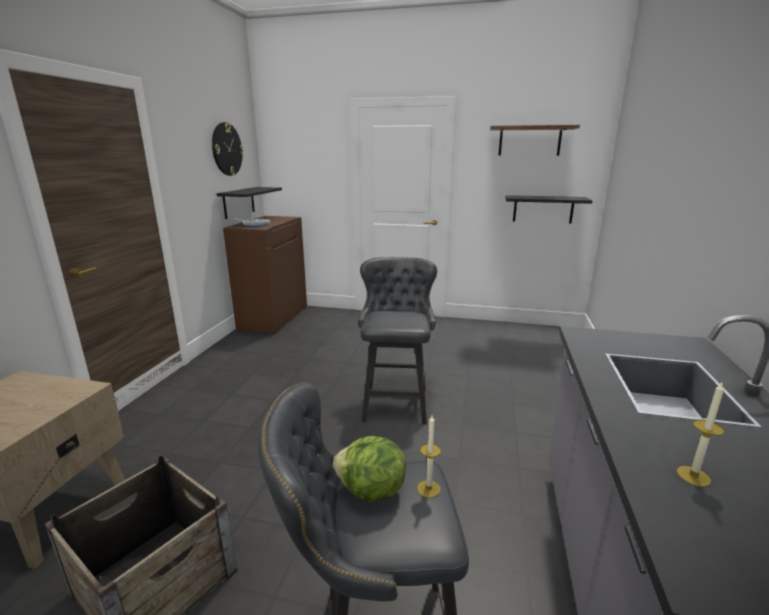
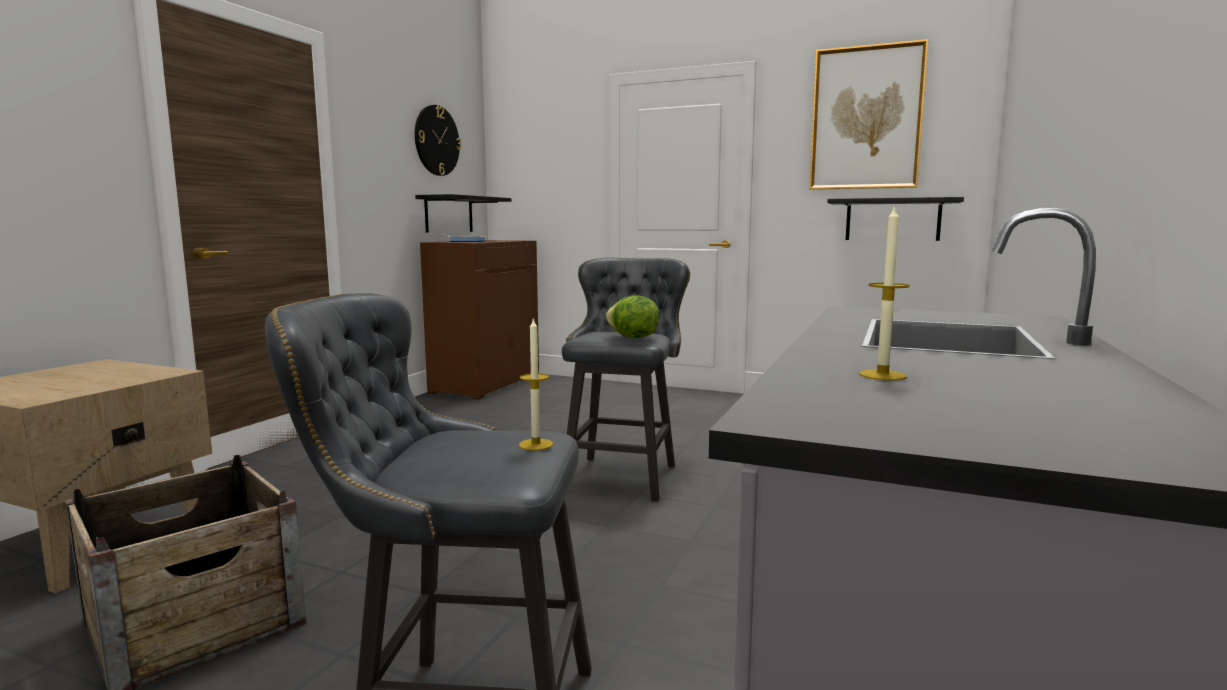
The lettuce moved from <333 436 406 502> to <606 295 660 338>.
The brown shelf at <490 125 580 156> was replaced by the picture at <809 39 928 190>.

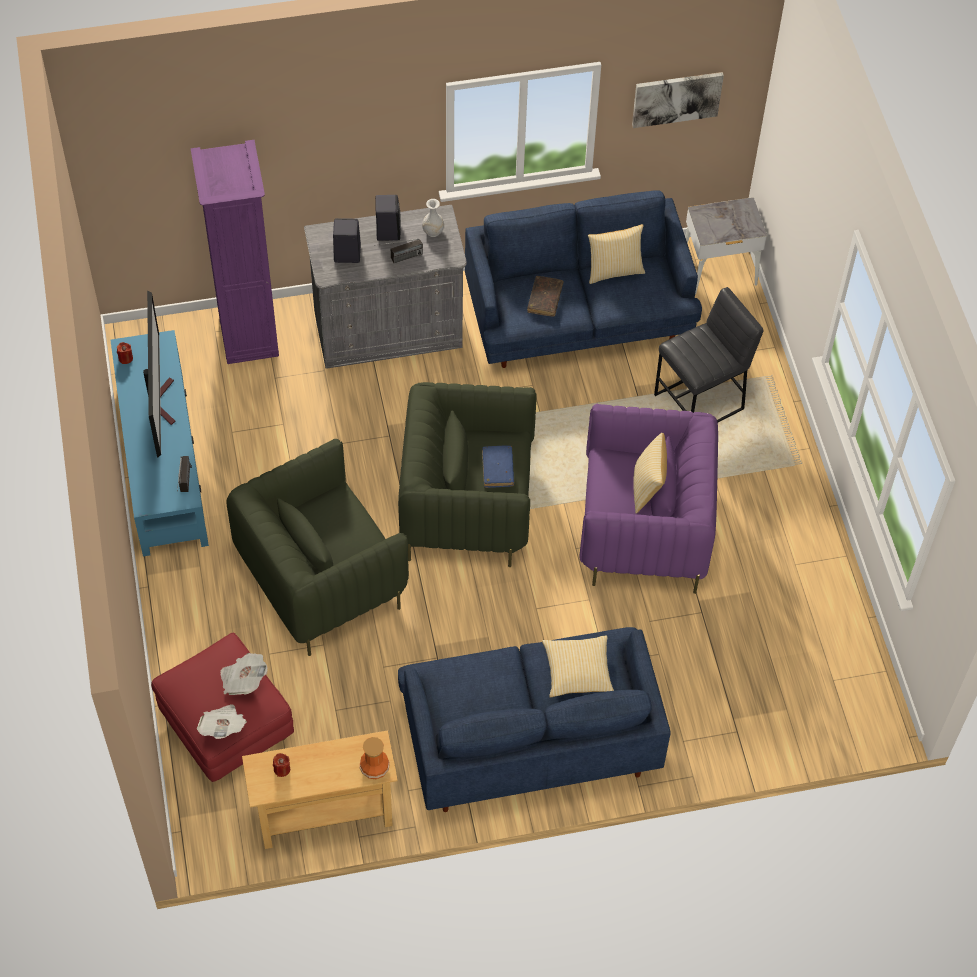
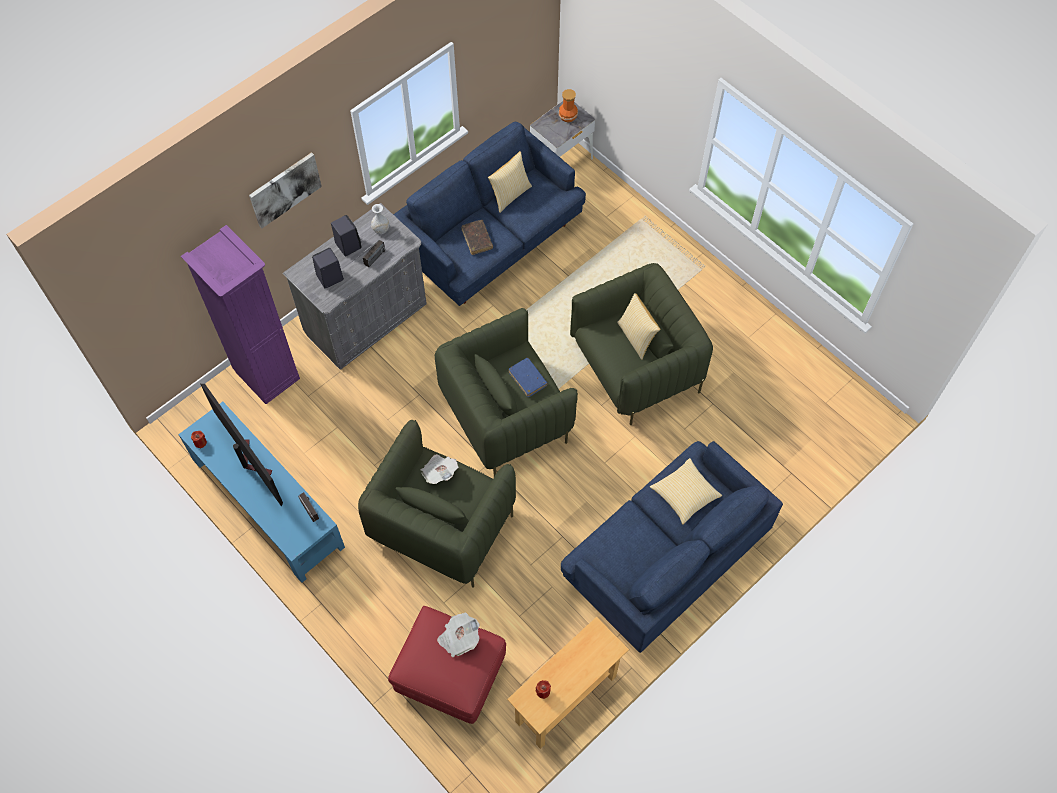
The grey stool at <654 287 764 422> disappeared.
The newspaper moved from <197 704 247 739> to <421 454 459 484>.
The vase moved from <359 737 390 779> to <559 89 578 122>.
The picture moved from <632 72 724 128> to <249 152 322 228>.
The purple armchair at <580 404 718 594> became the green armchair at <570 263 713 425>.

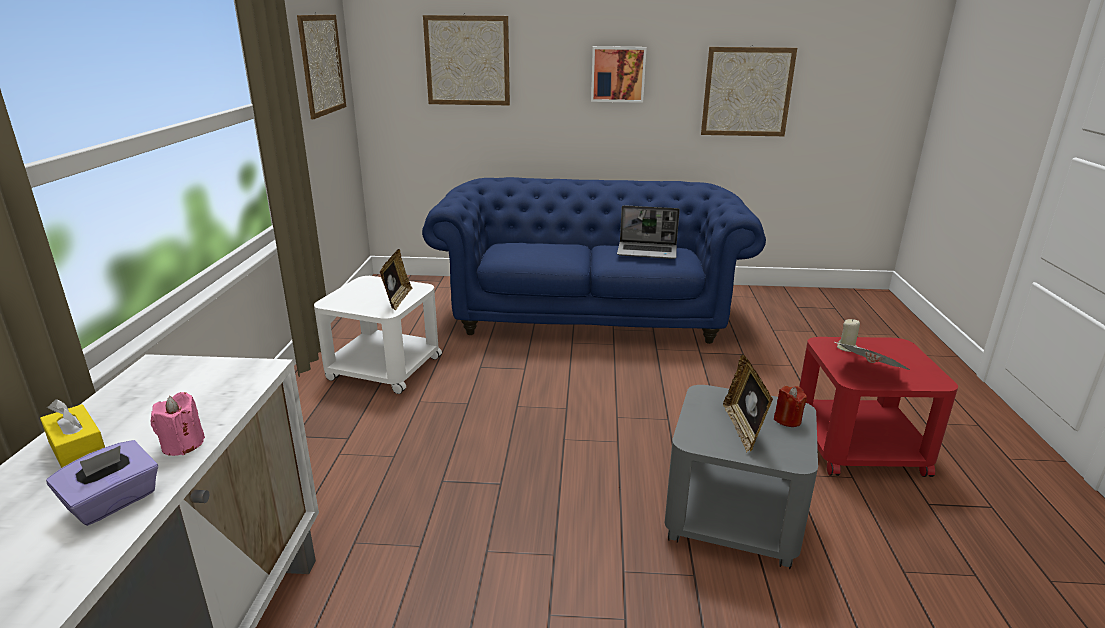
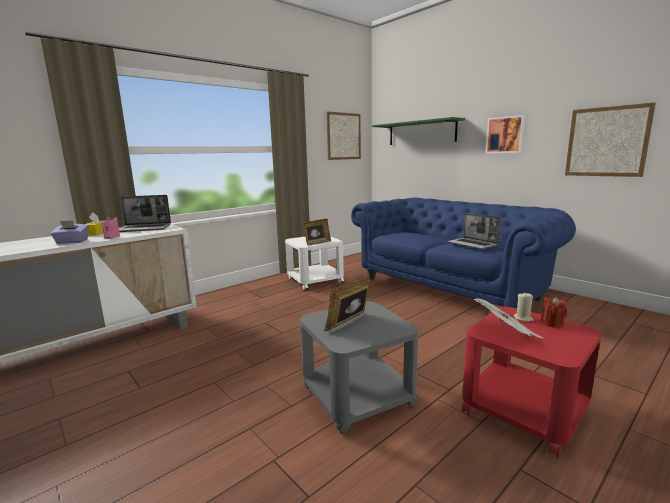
The laptop at <119 195 171 232> appeared.
The red candle moved from <774 386 807 427> to <541 297 567 328>.
The picture at <423 14 510 105> was replaced by the green shelf at <372 117 465 145>.

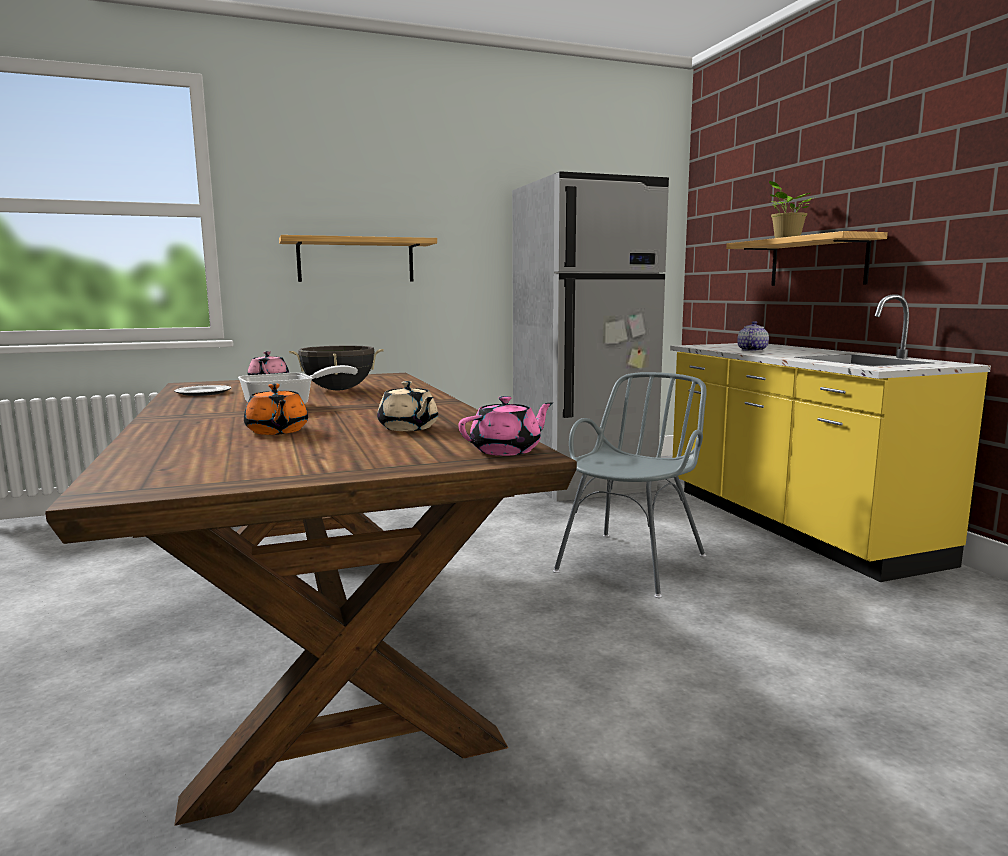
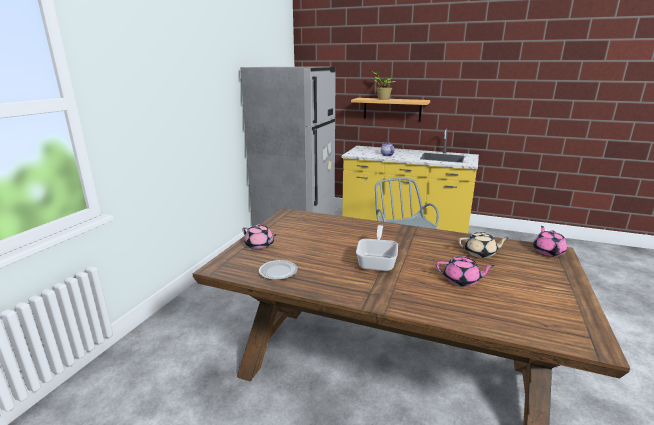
The shelf at <279 235 437 282> disappeared.
The black cooking pot at <289 346 384 390> disappeared.
The orange teapot at <244 383 308 435> became the pink teapot at <436 256 495 287>.

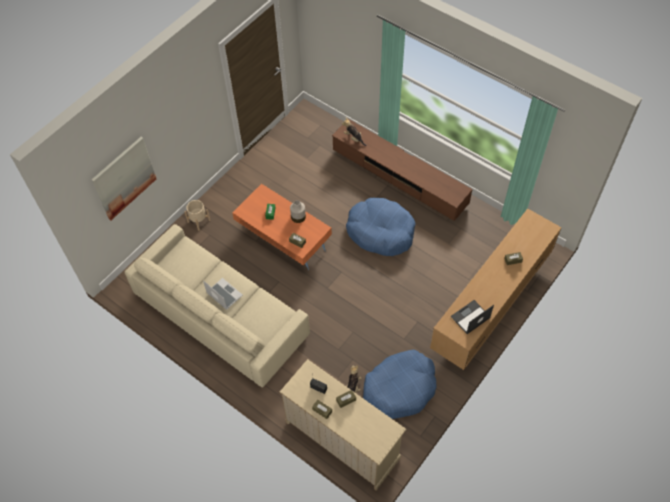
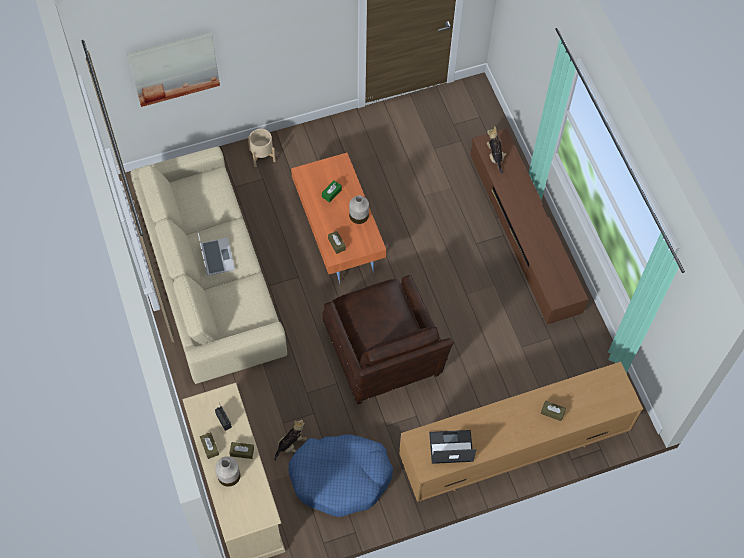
The blue dog bed at <346 198 416 256> disappeared.
The beige vase at <215 456 240 487> appeared.
The brown armchair at <322 275 454 404> appeared.

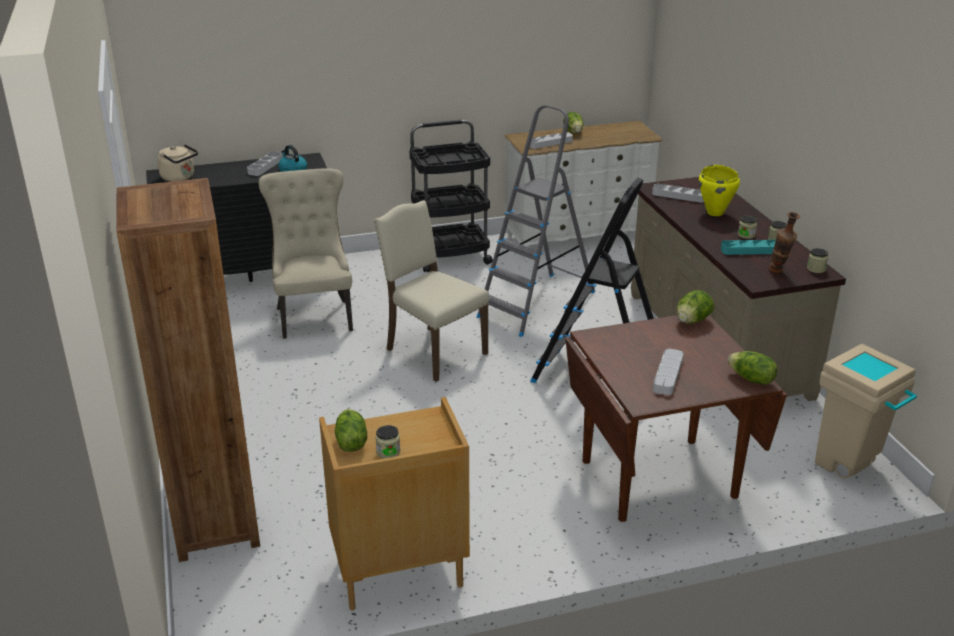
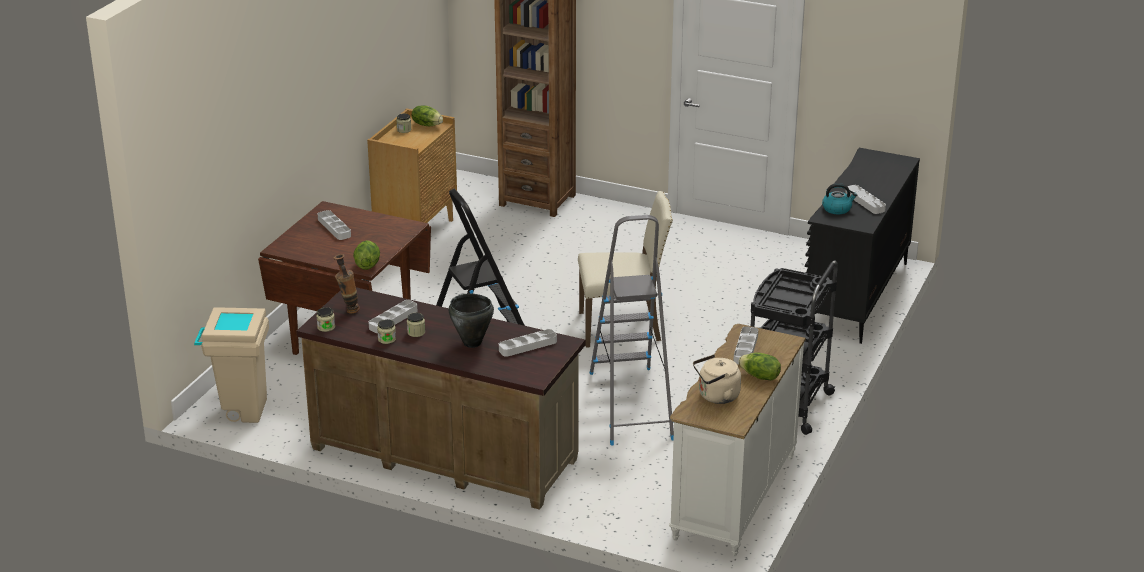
The beige chair at <259 169 353 339> disappeared.
The lettuce at <728 351 777 385> disappeared.
The beige kettle moved from <157 144 198 182> to <693 354 741 404>.
The yellow cooking pot at <699 165 740 216> became the black cooking pot at <449 294 494 348>.
The turquoise tray at <721 240 776 255> became the grey tray at <369 300 417 333>.

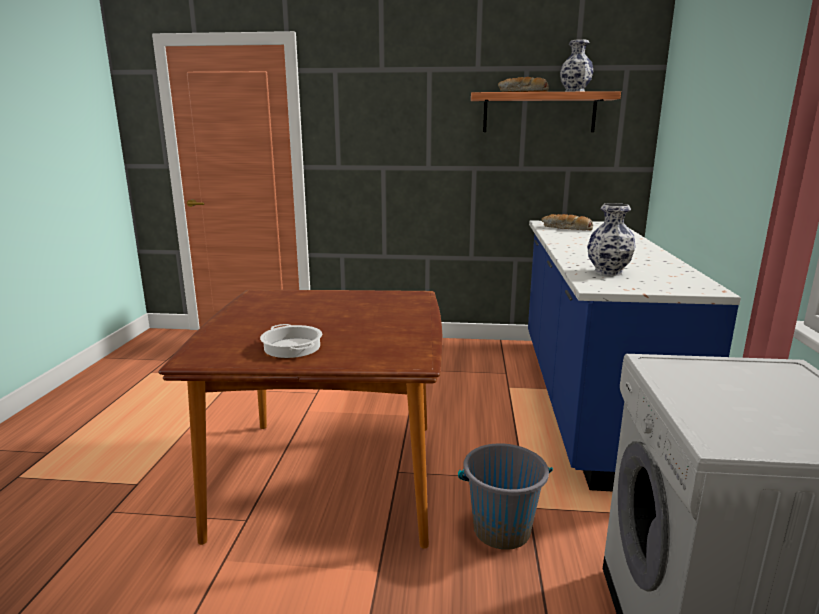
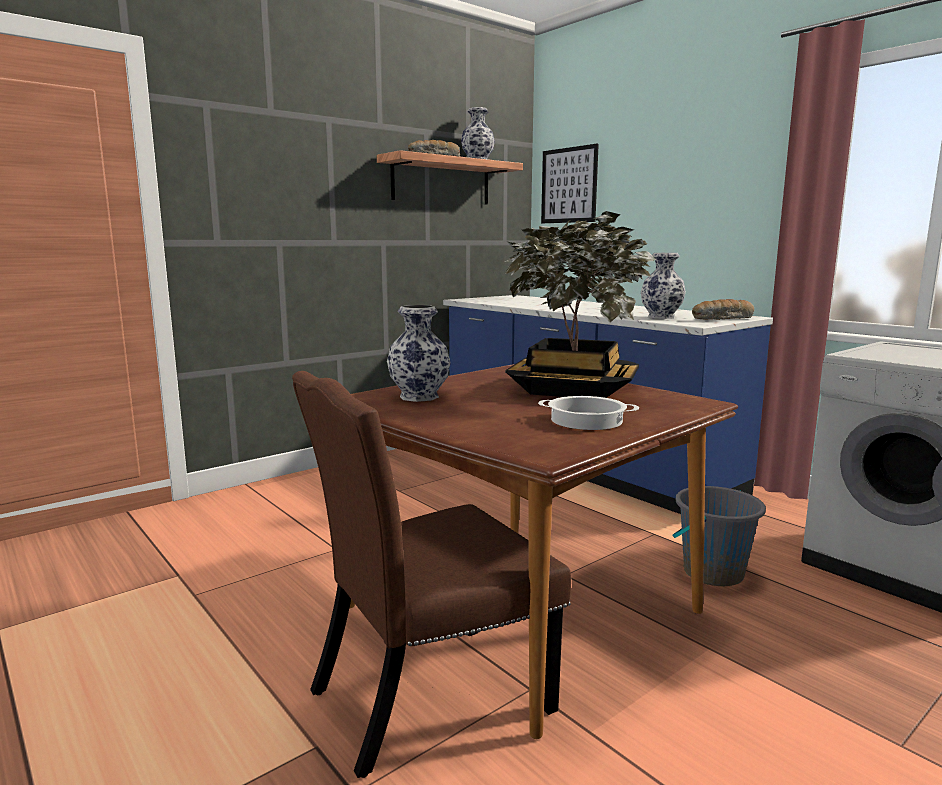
The brown chair at <292 371 571 778> appeared.
The vase at <387 305 451 402> appeared.
The potted plant at <505 211 656 398> appeared.
The picture at <541 144 599 223> appeared.
The bread moved from <542 214 593 230> to <692 299 754 320>.

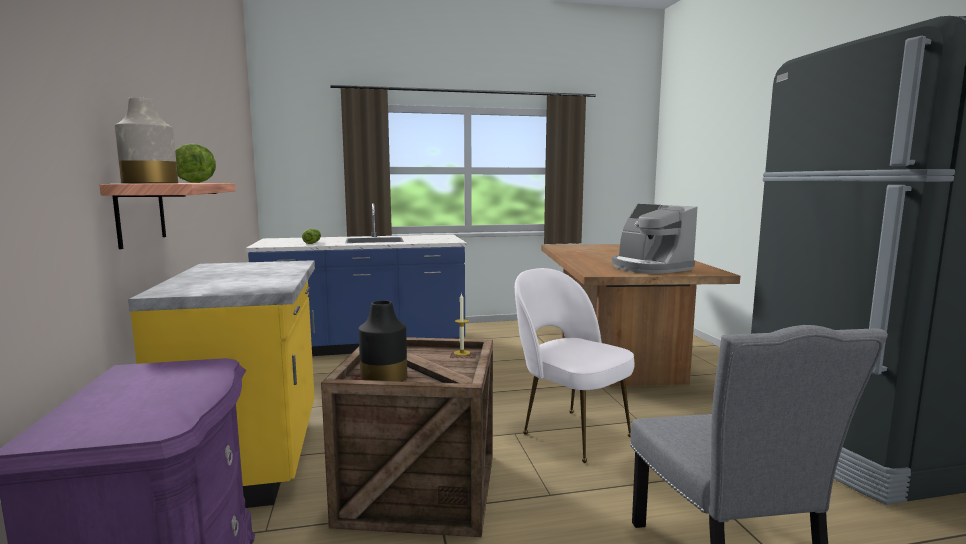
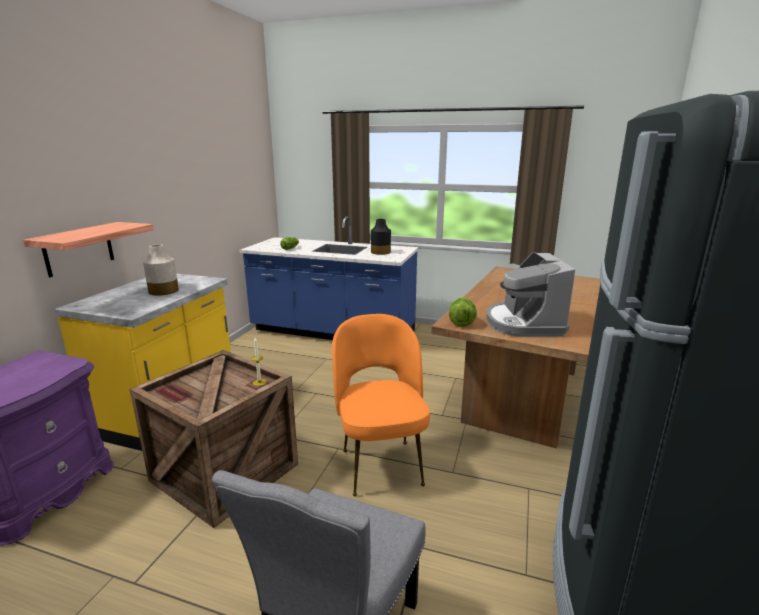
The beige vase moved from <115 97 178 183> to <143 244 179 296>.
The lettuce moved from <175 143 216 183> to <449 298 477 327>.
The black vase moved from <359 300 407 381> to <371 219 391 255>.
The white chair at <515 268 635 463> became the orange chair at <332 314 430 497>.

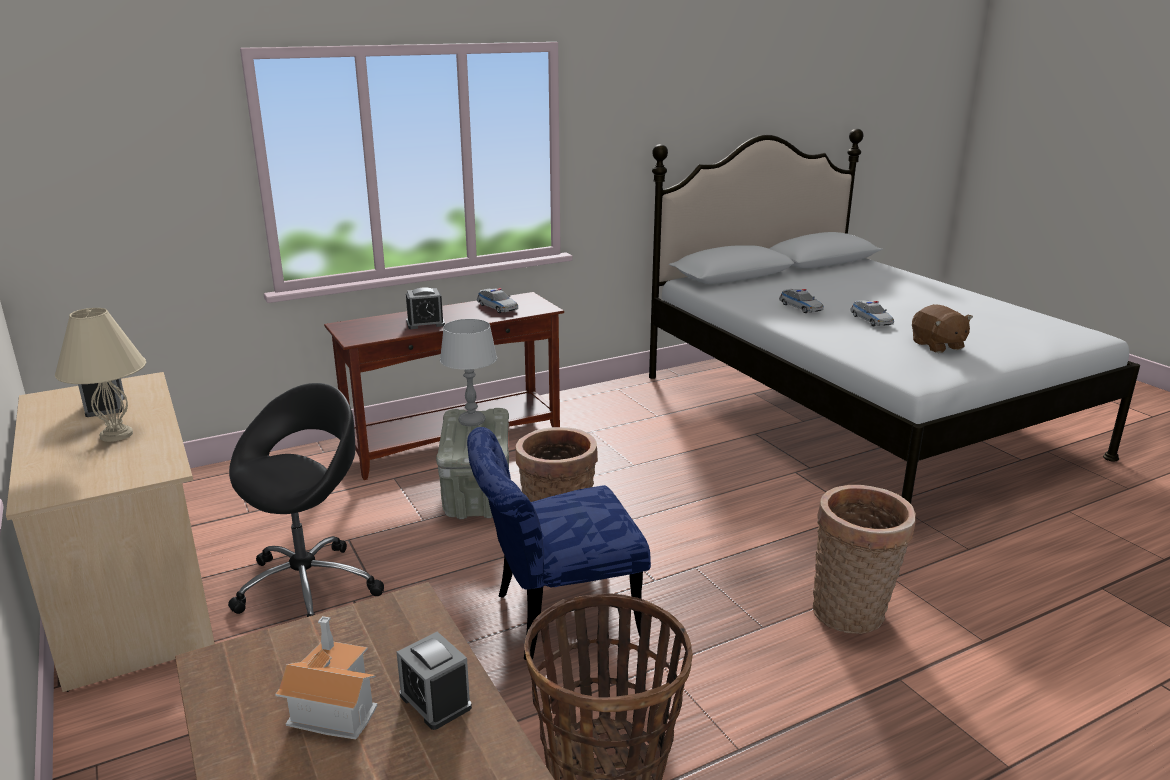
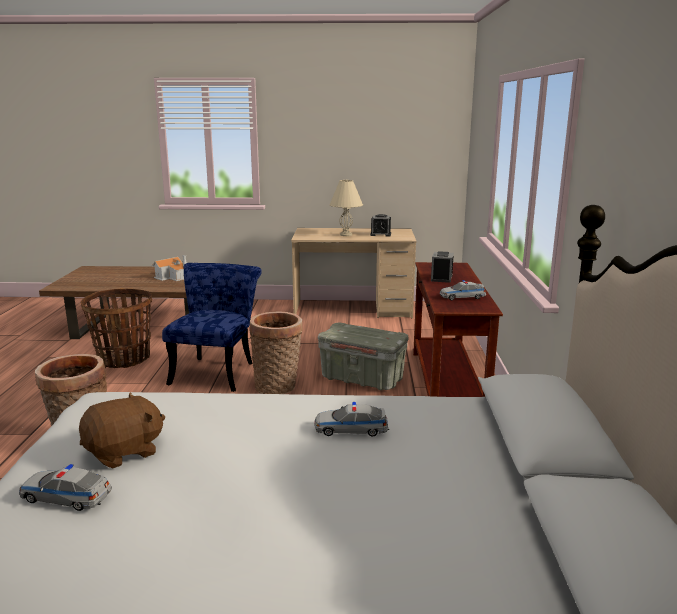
The black office chair at <228 383 384 617> disappeared.
The alarm clock at <397 632 472 730> disappeared.
The grey table lamp at <440 319 497 427> disappeared.
The toy car moved from <850 300 894 326> to <19 464 112 511>.
The brown plush toy at <912 304 973 353> turned 135 degrees clockwise.

